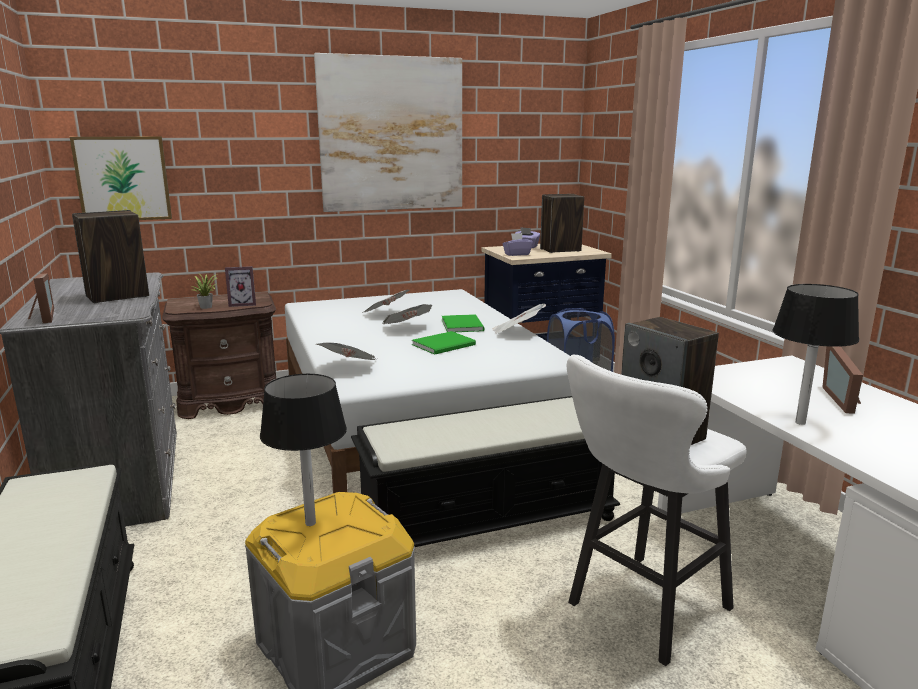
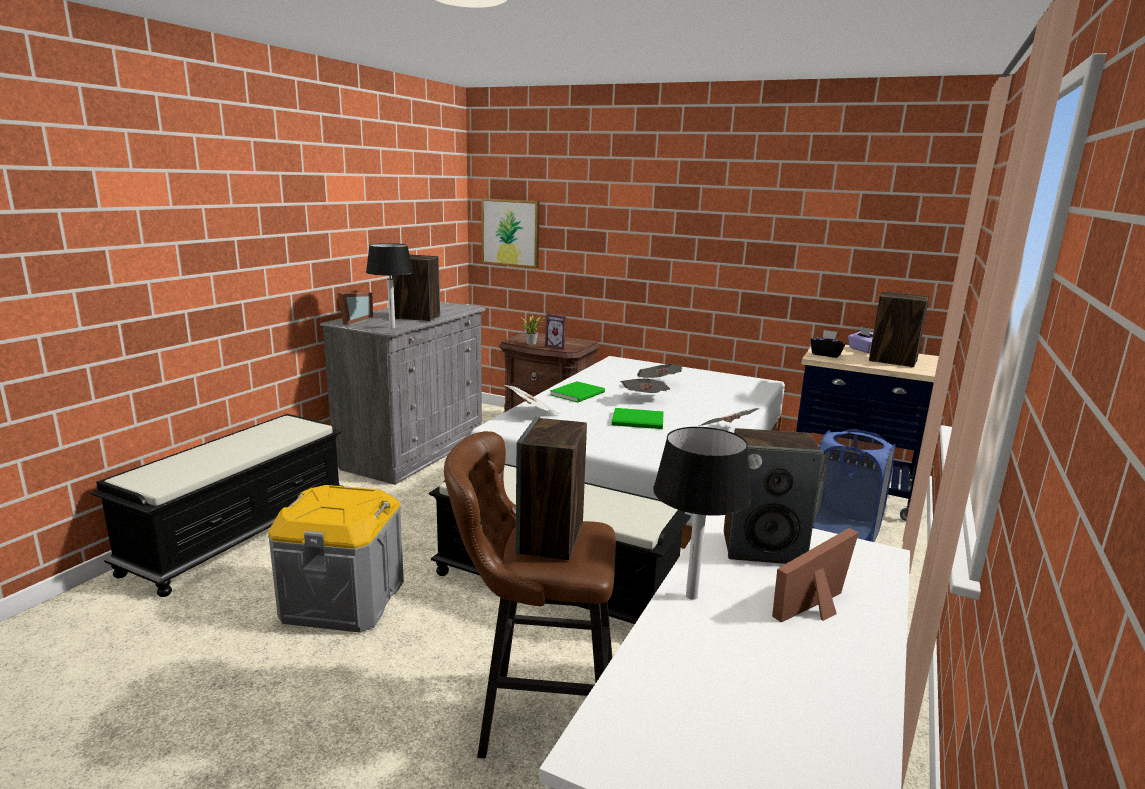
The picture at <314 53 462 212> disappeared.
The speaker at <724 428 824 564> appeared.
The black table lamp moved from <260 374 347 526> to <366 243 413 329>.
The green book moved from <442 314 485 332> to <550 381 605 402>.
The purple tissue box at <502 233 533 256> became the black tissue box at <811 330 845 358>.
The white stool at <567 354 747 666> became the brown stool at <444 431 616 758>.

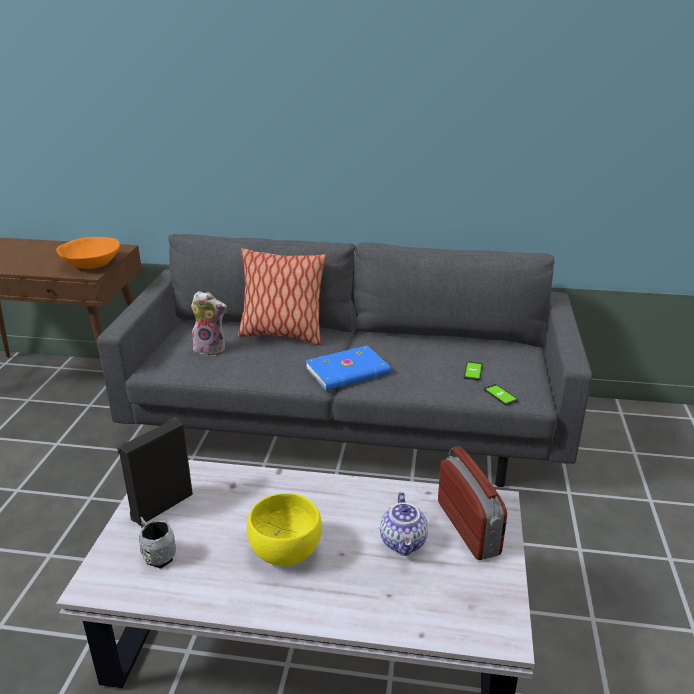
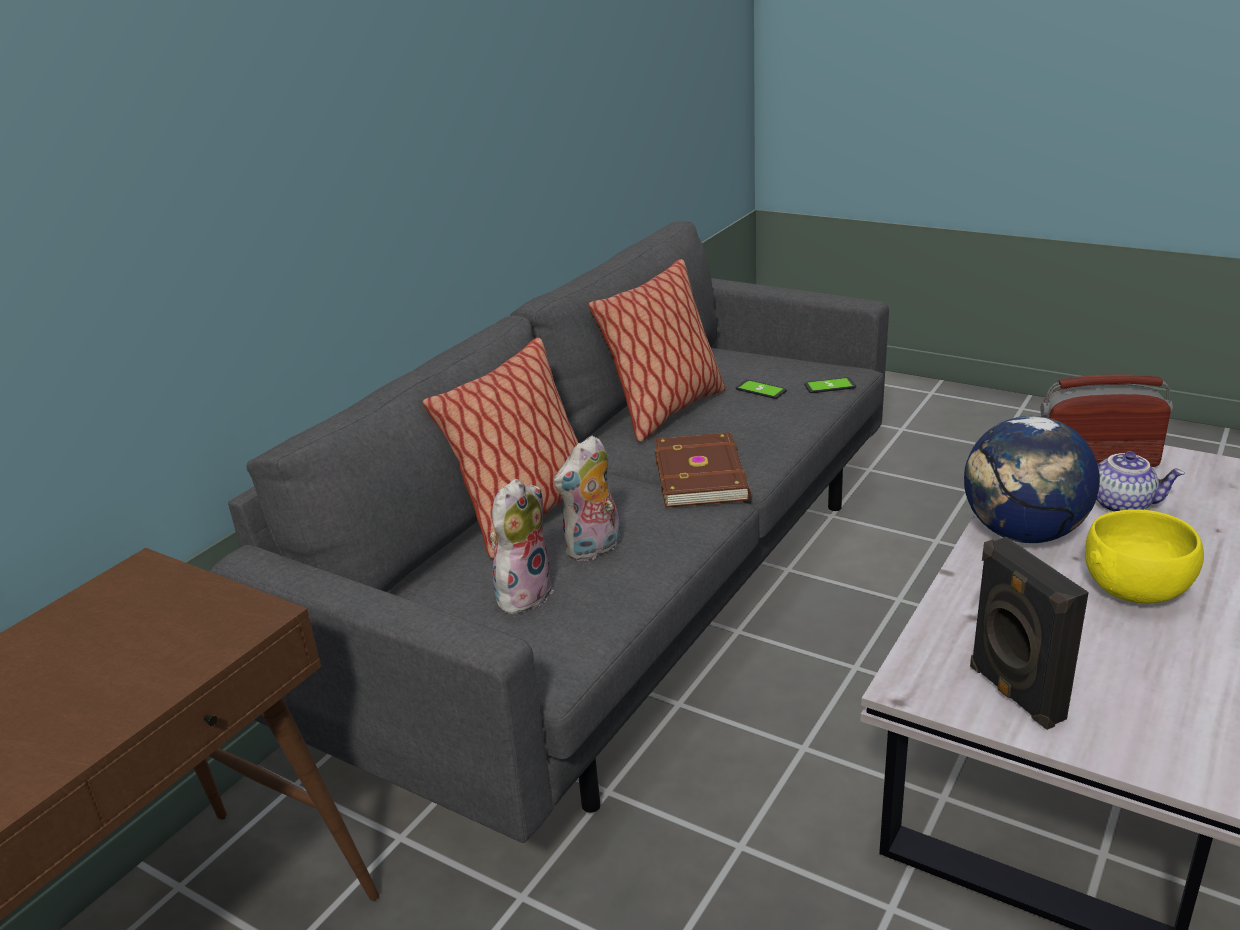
The orange bowl at <56 237 120 269> disappeared.
The grey mug at <139 516 176 569> disappeared.
The plush toy at <554 436 621 562> appeared.
The pillow at <588 259 725 442> appeared.
The globe at <964 416 1100 543> appeared.
The blue book at <305 345 391 391> became the brown book at <654 432 751 508>.

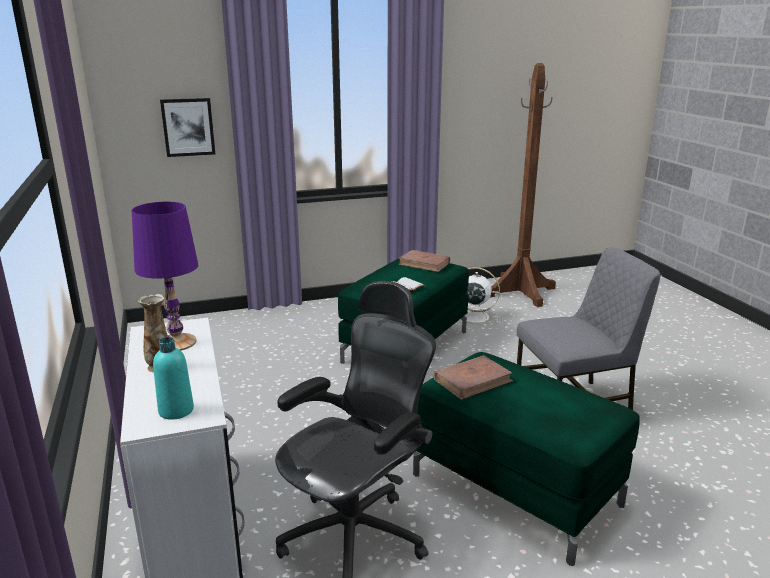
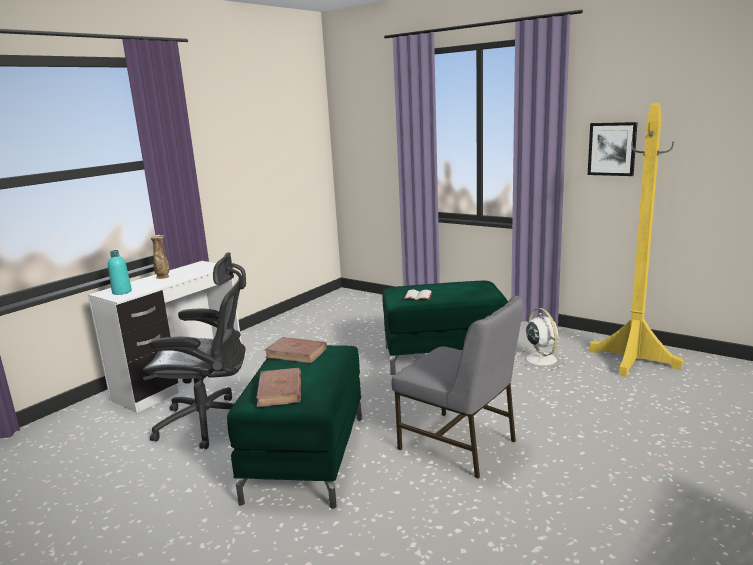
The purple table lamp at <132 201 198 350> disappeared.
The picture moved from <160 98 215 157> to <588 122 638 176>.
The brown book moved from <398 250 450 272> to <256 368 301 407>.
The brown clothes rack at <490 63 556 307> became the yellow clothes rack at <590 103 683 377>.

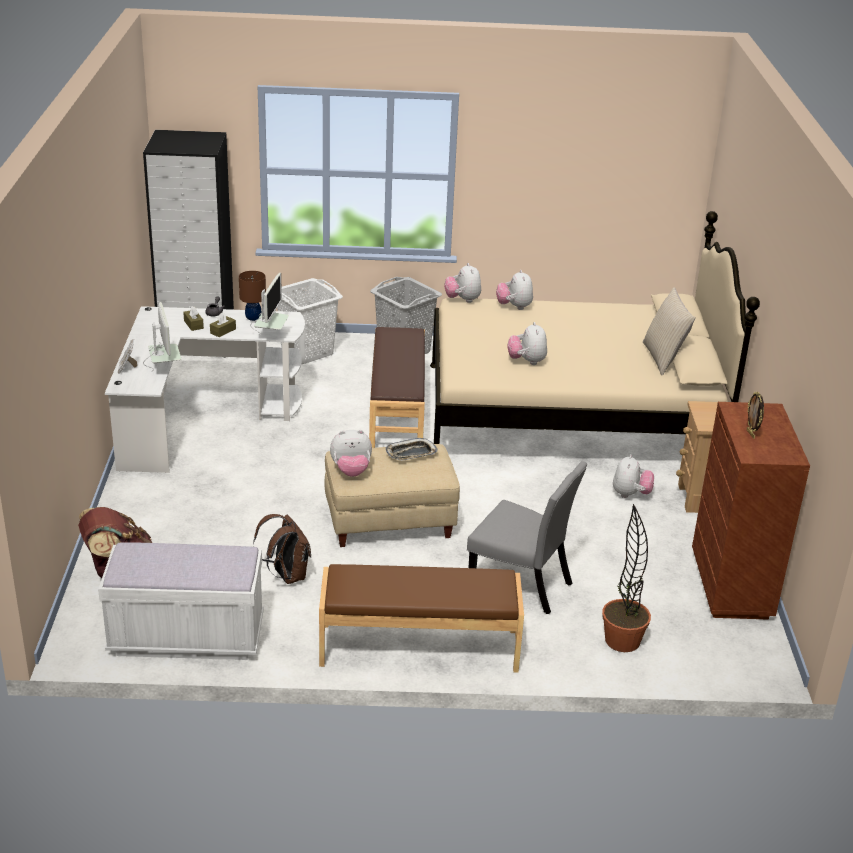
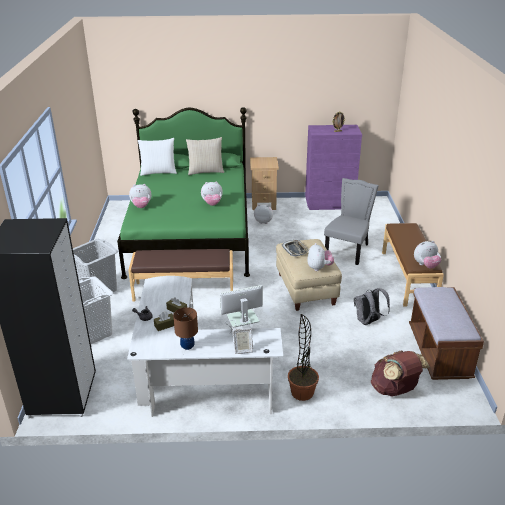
The monitor at <250 273 289 335> disappeared.
The white pillow at <138 138 177 176> appeared.
The brown table lamp moved from <239 271 266 321> to <173 307 198 350>.
The plush toy moved from <444 263 481 303> to <414 241 441 269>.
The potted plant moved from <602 504 651 652> to <288 314 319 401>.
The white bench at <98 542 264 660> became the brown bench at <409 287 484 380>.
The brown backpack at <253 514 311 584> became the grey backpack at <354 288 390 325>.
The beige bed at <430 211 760 444> became the green bed at <117 107 250 279>.
The brown dresser at <692 402 810 620> became the purple dresser at <305 125 362 210>.

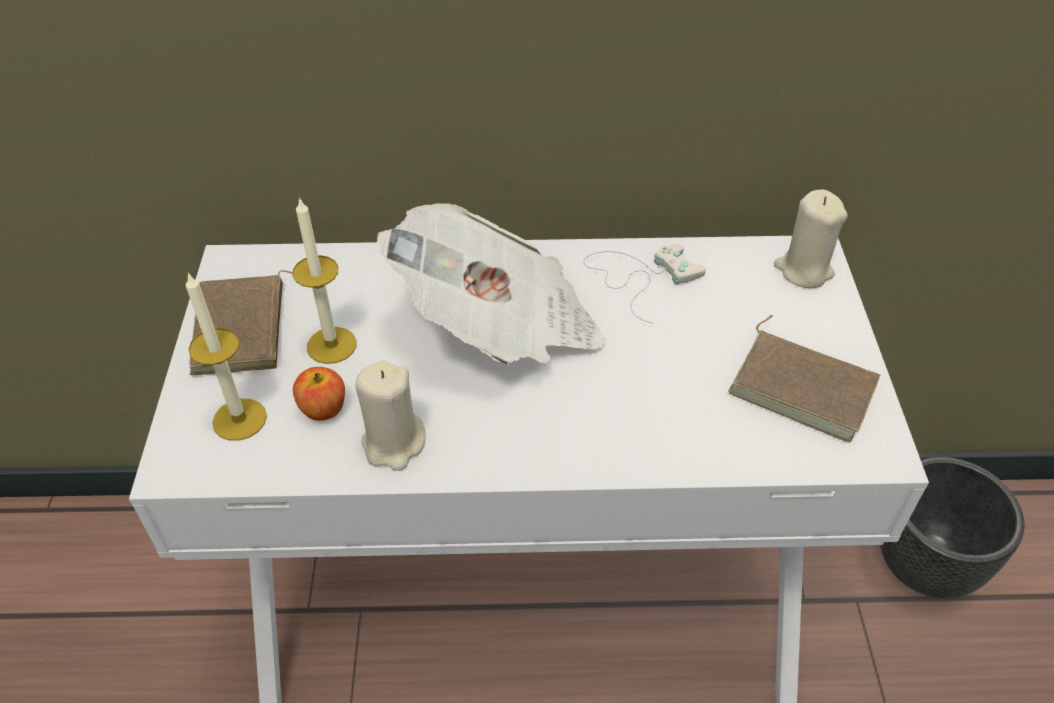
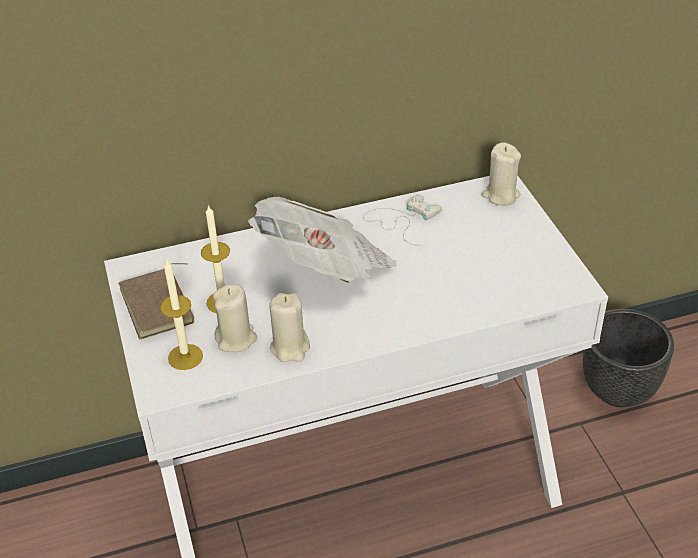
The brown book at <728 315 881 443> disappeared.
The apple at <293 367 345 420> was replaced by the beige candle at <213 284 257 352>.

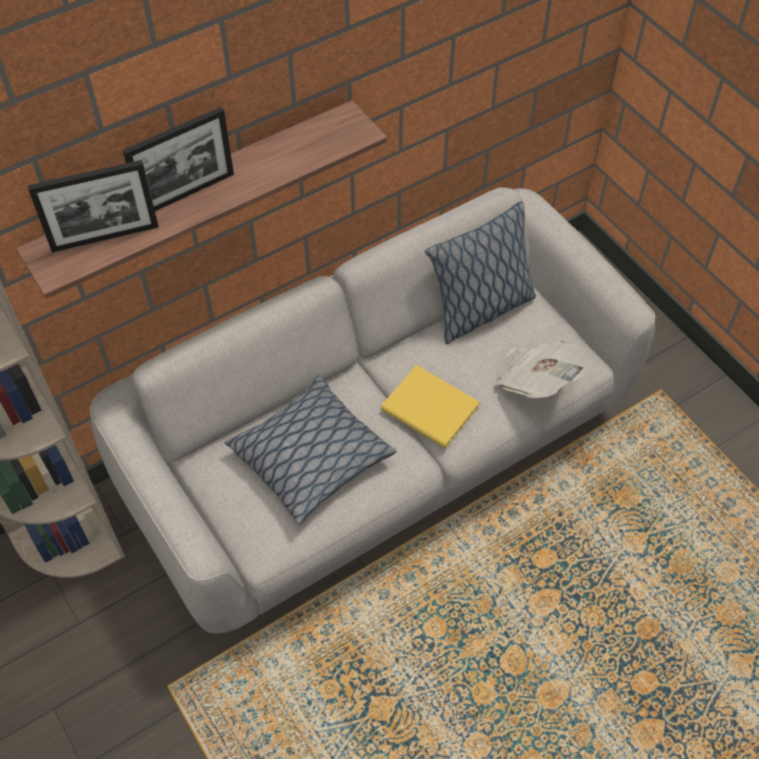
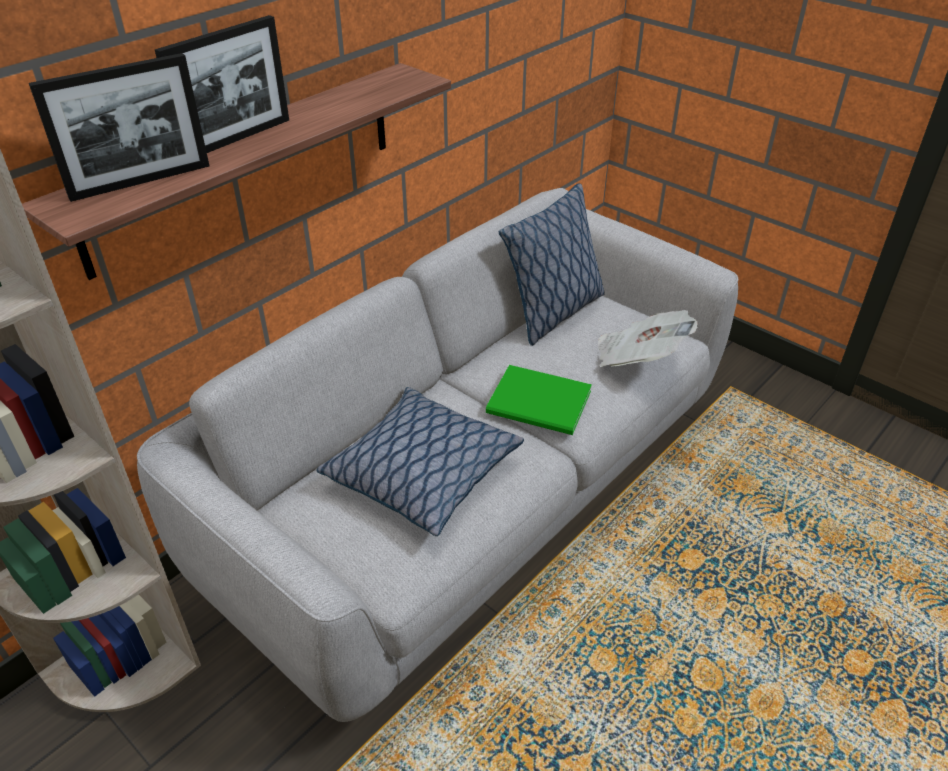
The yellow book at <381 365 480 449> became the green book at <486 365 592 435>.

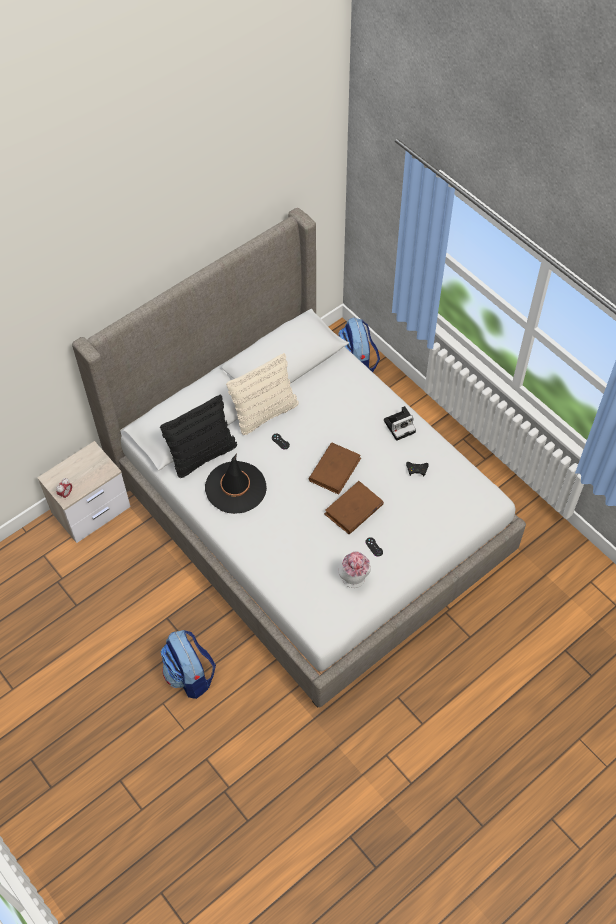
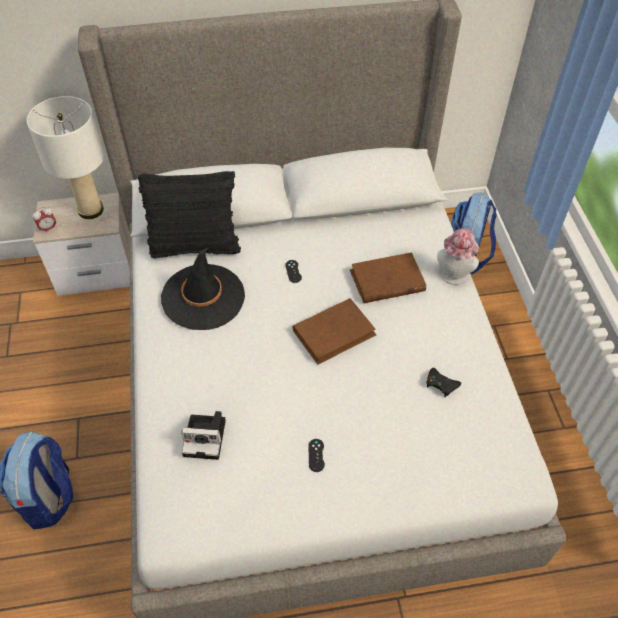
The beige pillow at <226 353 298 435> disappeared.
The white table lamp at <27 96 104 219> appeared.
The brown book moved from <324 481 384 535> to <350 252 426 303>.
The hat moved from <338 551 371 588> to <437 228 479 285>.
The photo camera moved from <384 406 416 441> to <181 411 226 460>.

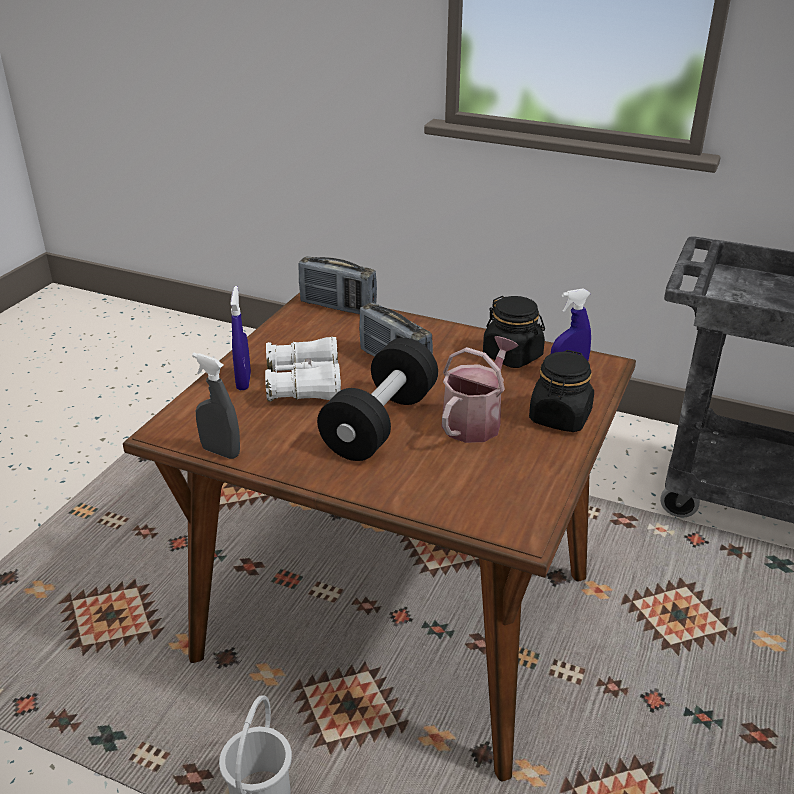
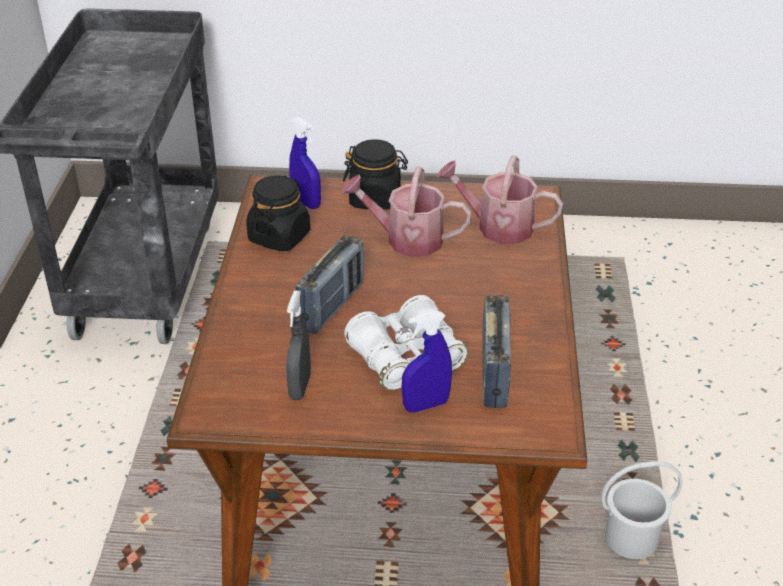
The black dumbbell at <317 338 438 461> disappeared.
The watering can at <437 155 563 244> appeared.
The grey spray bottle moved from <192 353 240 459> to <286 290 311 400>.
The radio moved from <299 256 377 315> to <483 295 511 408>.

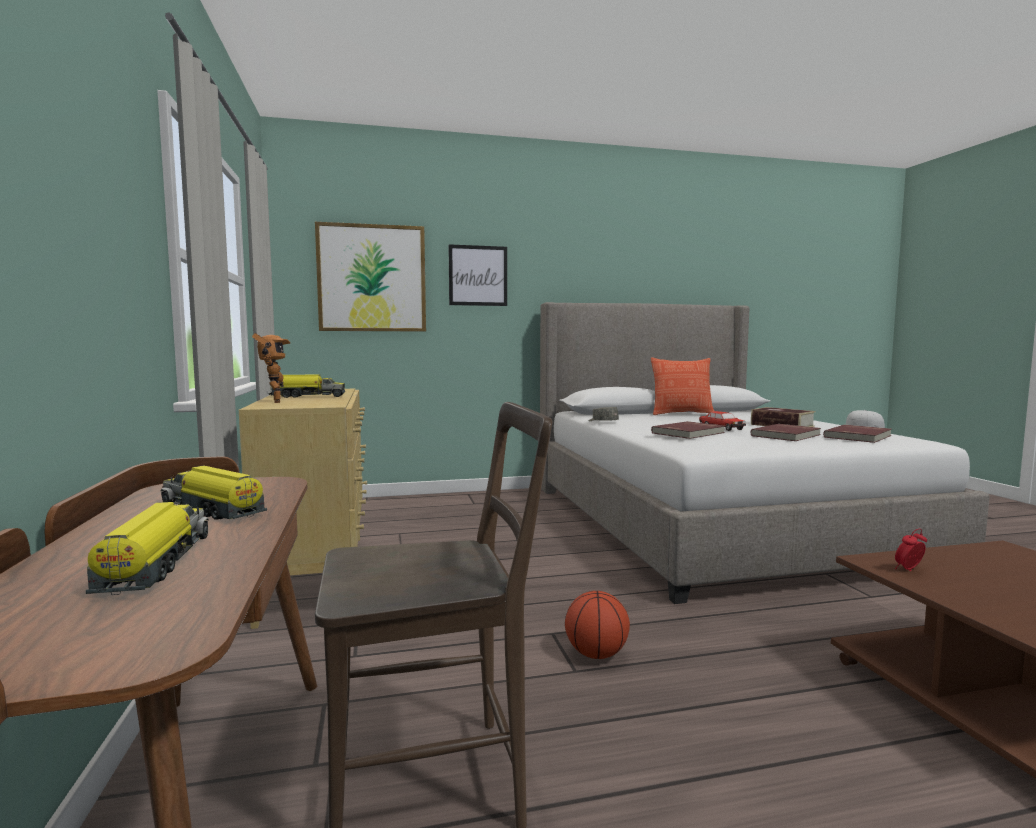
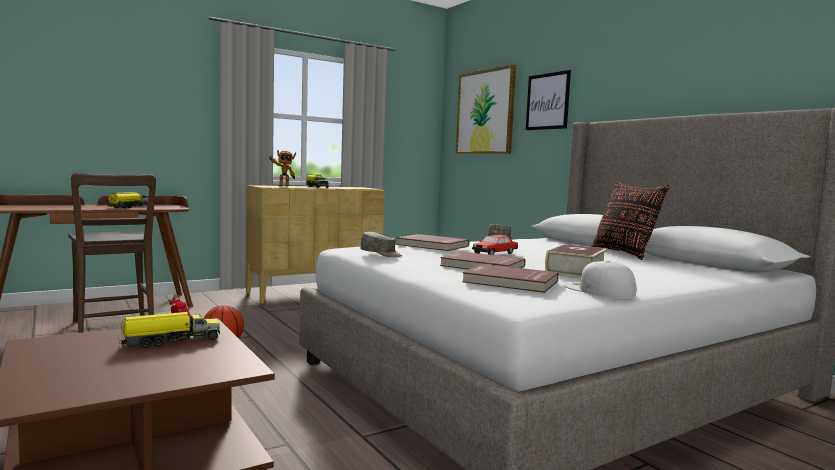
The grey cap at <361 232 402 257> appeared.
The toy truck moved from <86 502 209 595> to <118 312 220 348>.
The orange pillow at <651 357 714 415> became the black pillow at <591 182 669 260>.

